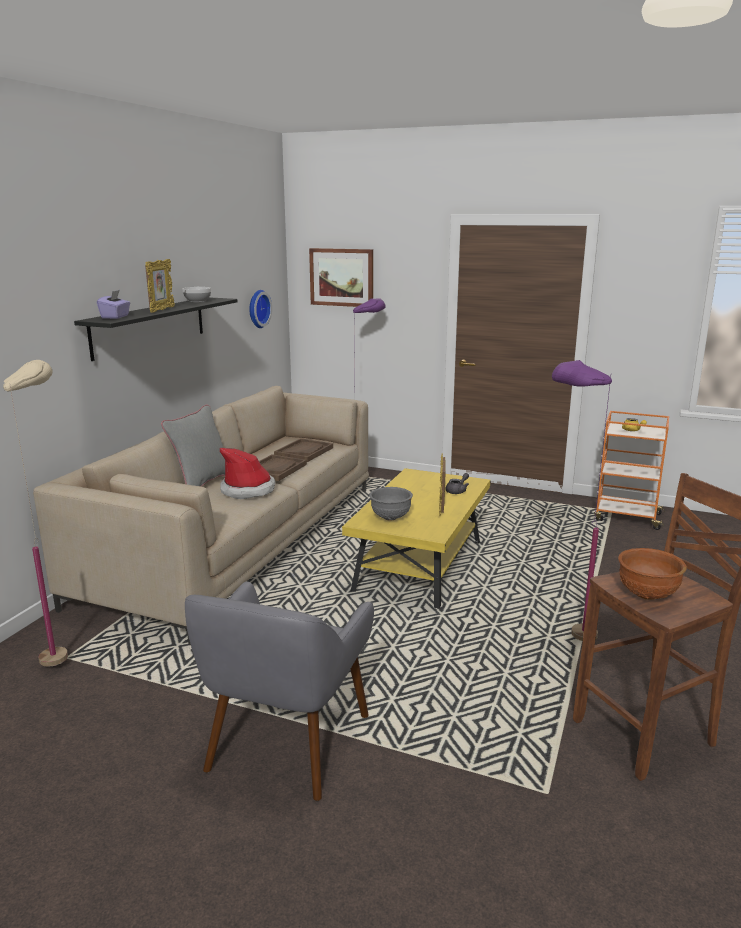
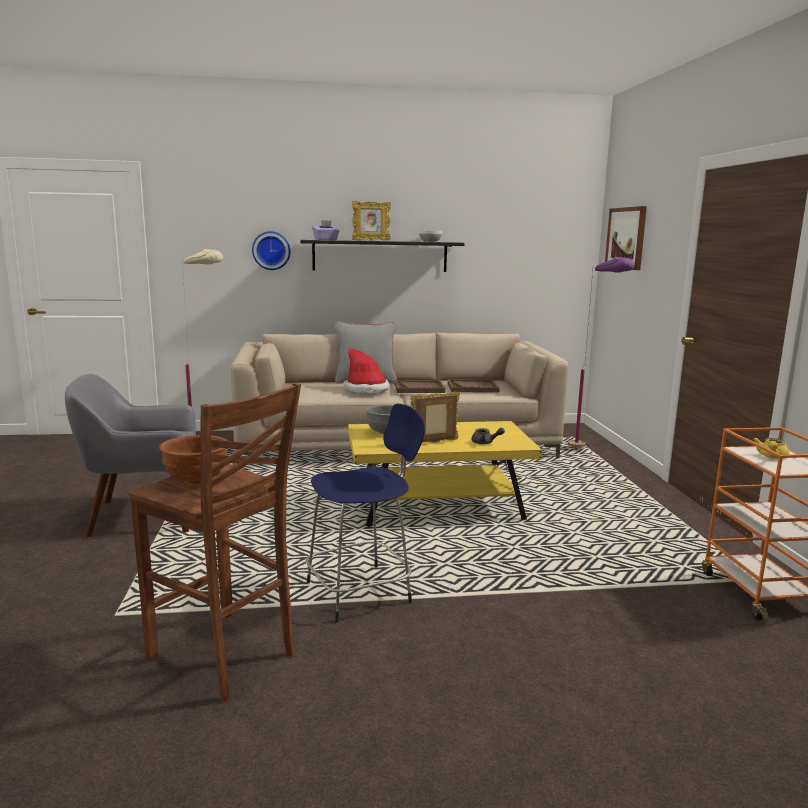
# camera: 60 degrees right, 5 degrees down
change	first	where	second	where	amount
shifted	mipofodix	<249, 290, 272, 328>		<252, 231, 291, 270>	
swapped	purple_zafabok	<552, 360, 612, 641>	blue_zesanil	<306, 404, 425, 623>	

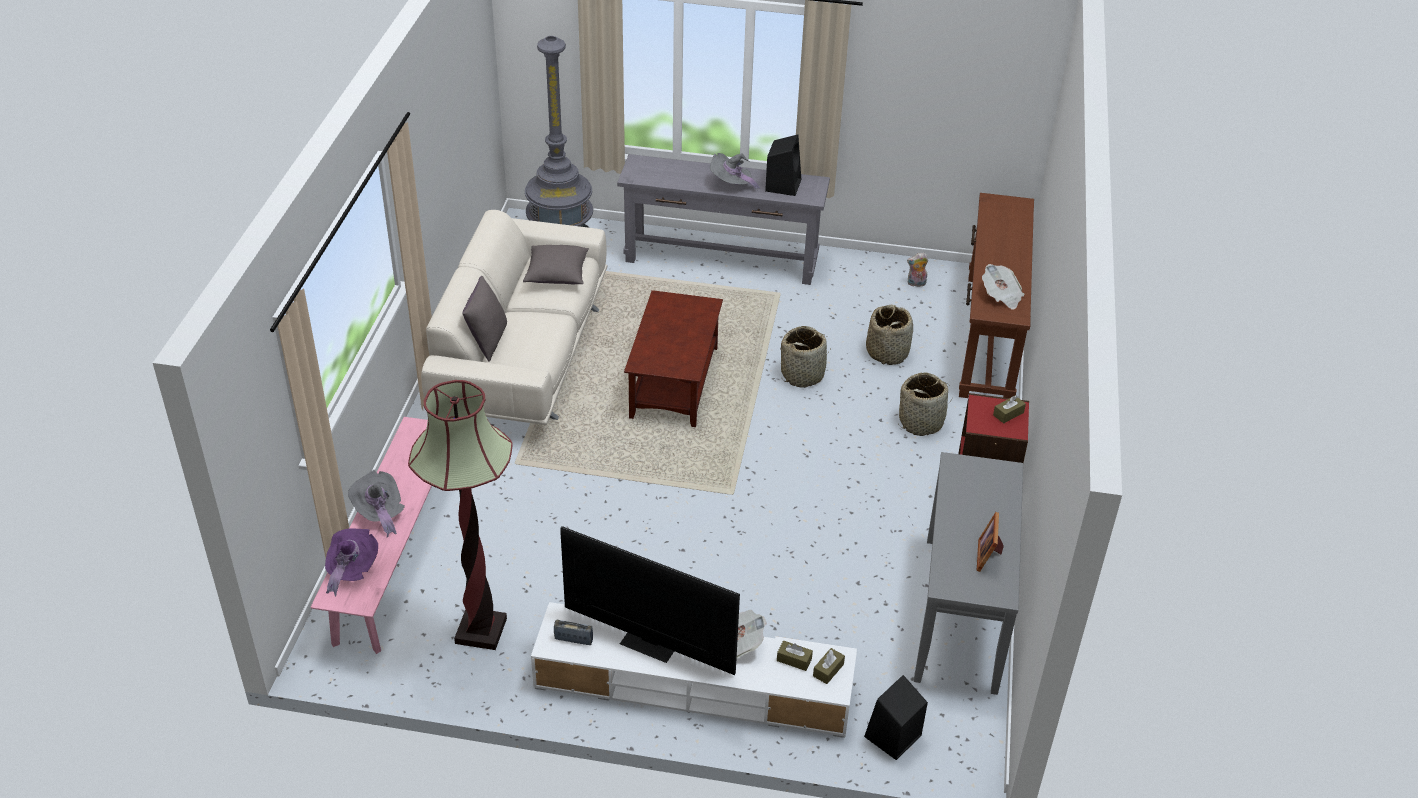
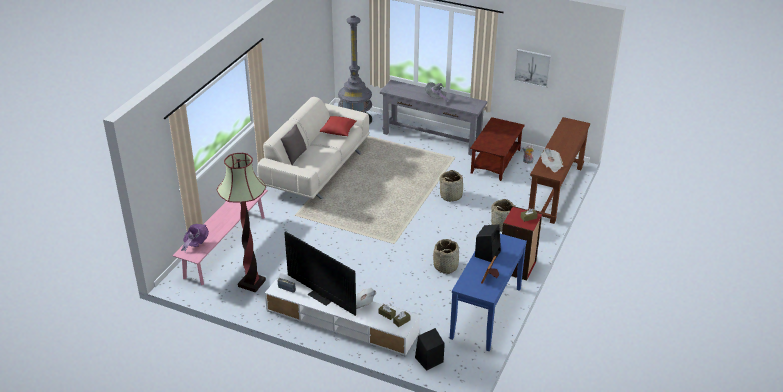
# camera: 15 degrees right, 5 degrees down
change	first	where	second	where	amount
gone	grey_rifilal	<348, 470, 405, 537>			
new			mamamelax	<514, 49, 551, 88>	
shifted	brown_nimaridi	<624, 290, 723, 427>		<470, 117, 525, 181>	
shifted	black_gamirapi	<765, 135, 801, 196>		<475, 224, 501, 262>	
shifted	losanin	<866, 305, 913, 365>		<433, 239, 459, 274>	
repainted	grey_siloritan	<523, 245, 589, 284>	red_siloritan	<319, 116, 357, 136>	
repainted	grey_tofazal	<914, 452, 1023, 695>	blue_tofazal	<450, 234, 527, 351>	

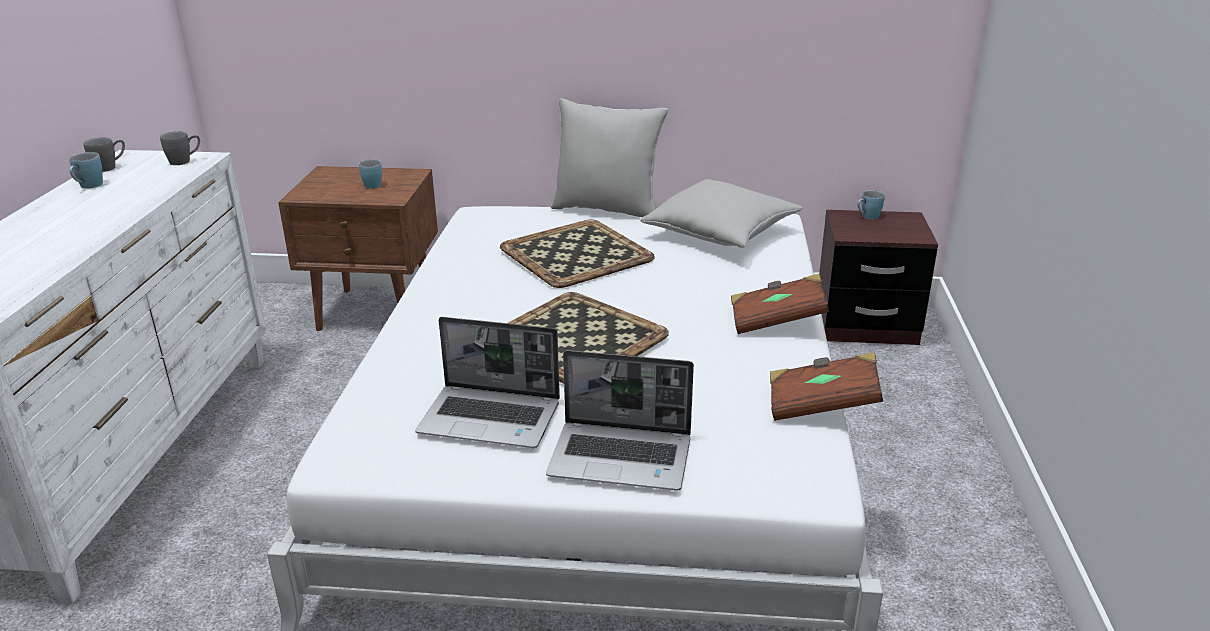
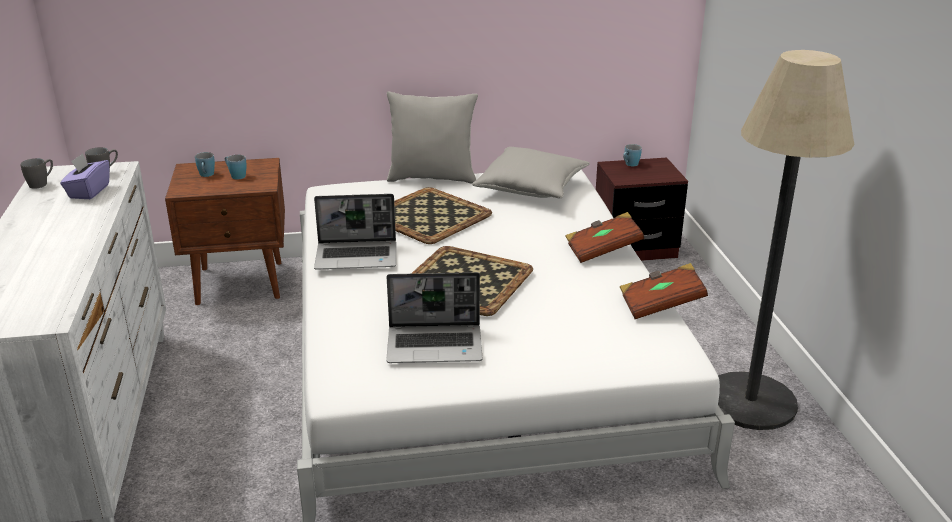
# camera: 15 degrees left, 0 degrees up
change	first	where	second	where	amount
new			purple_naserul	<60, 153, 110, 199>	
new			zafabok	<718, 50, 854, 430>	
shifted	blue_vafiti	<69, 152, 103, 188>		<195, 152, 215, 177>	
shifted	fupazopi	<546, 350, 694, 491>		<314, 194, 396, 270>	

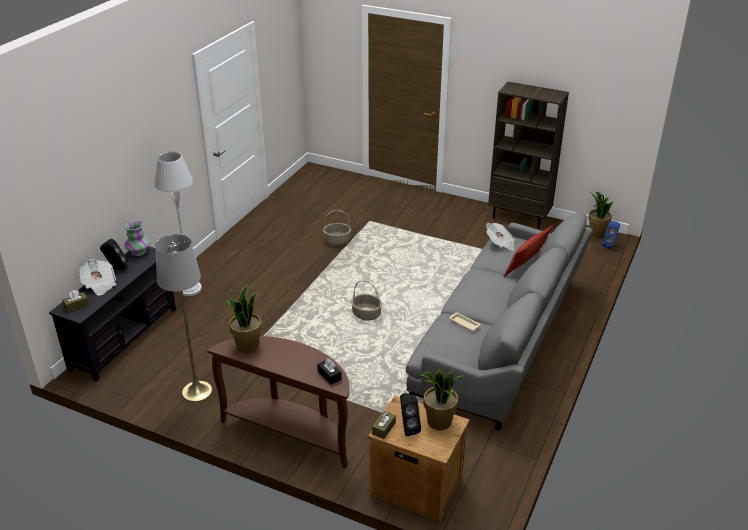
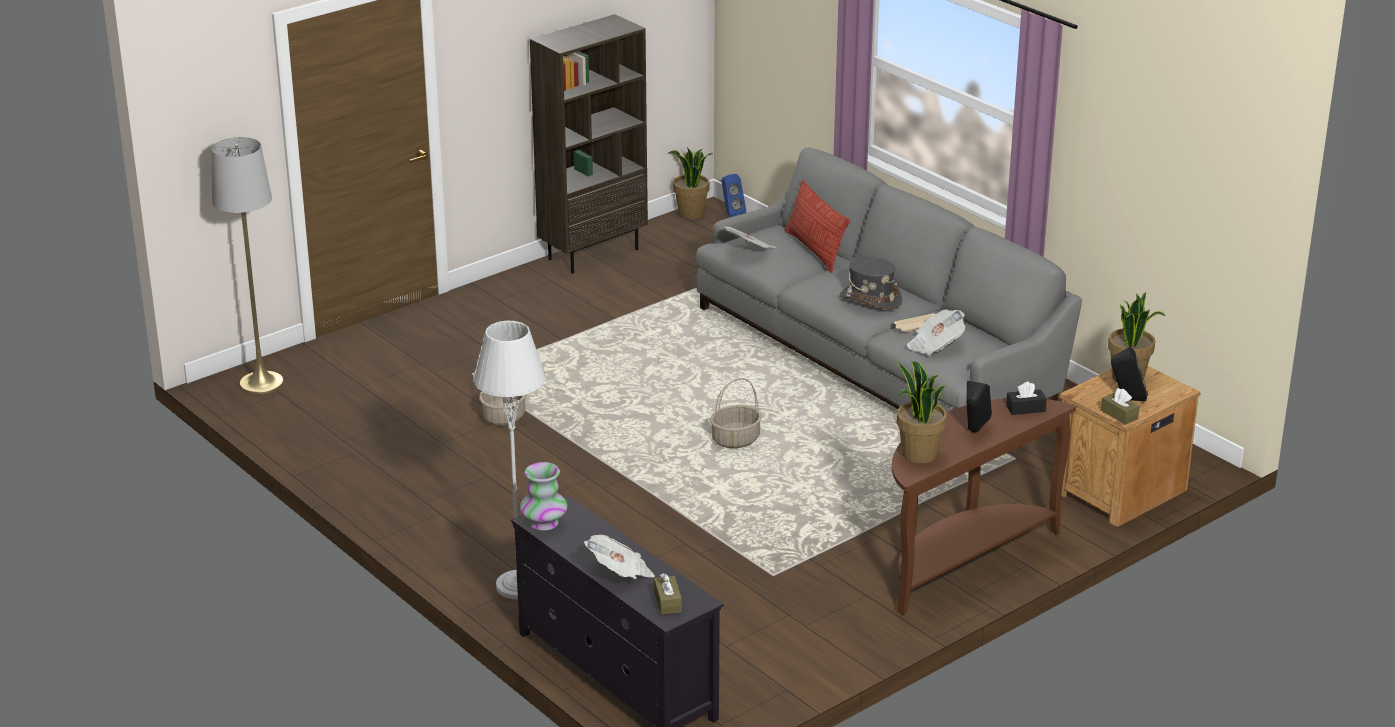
# camera: 65 degrees left, 5 degrees down
change	first	where	second	where	amount
new			grey_rifilal	<840, 256, 902, 309>	
new			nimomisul	<907, 309, 966, 356>	
shifted	black_gamirapi	<100, 239, 128, 269>		<967, 381, 992, 432>	
shifted	grey_zafabok	<155, 234, 213, 403>		<212, 137, 284, 394>	

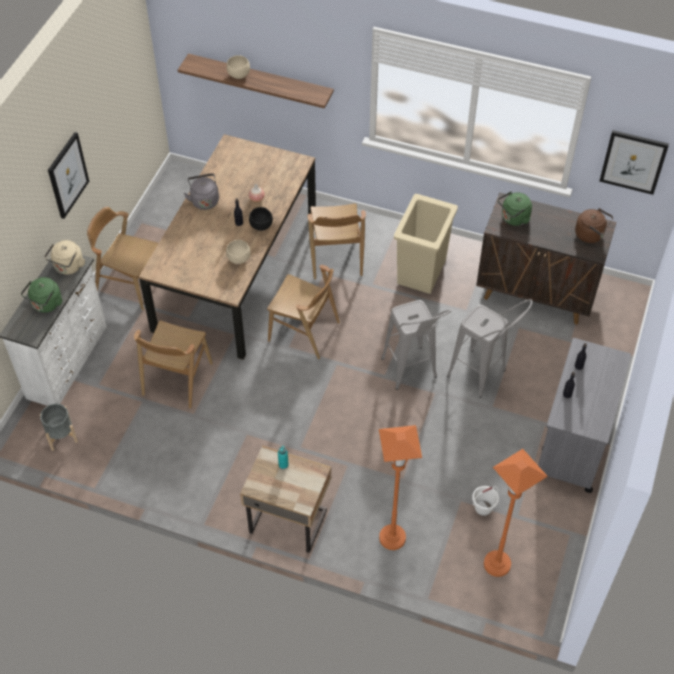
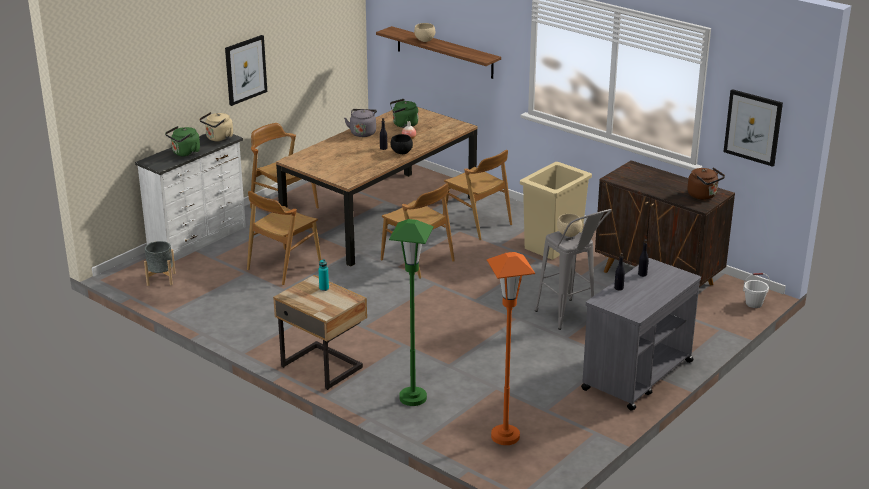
# camera: 20 degrees right, 25 degrees down
change	first	where	second	where	amount
gone	grey_zesanil	<381, 300, 451, 390>			
shifted	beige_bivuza	<226, 240, 251, 264>		<557, 214, 582, 237>	
shifted	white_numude	<472, 486, 499, 516>		<743, 273, 770, 308>	
shifted	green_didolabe	<498, 191, 532, 226>		<390, 99, 419, 128>	
repainted	orange_zafabok	<379, 425, 422, 550>	green_zafabok	<389, 219, 434, 406>	
rotated	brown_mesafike	<308, 203, 366, 279>		<443, 150, 512, 240>	60 degrees counterclockwise

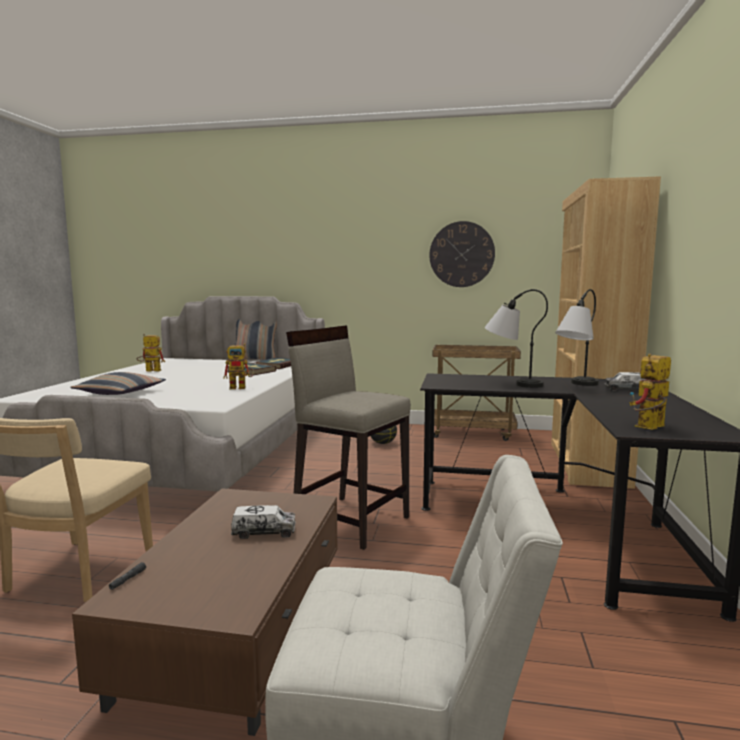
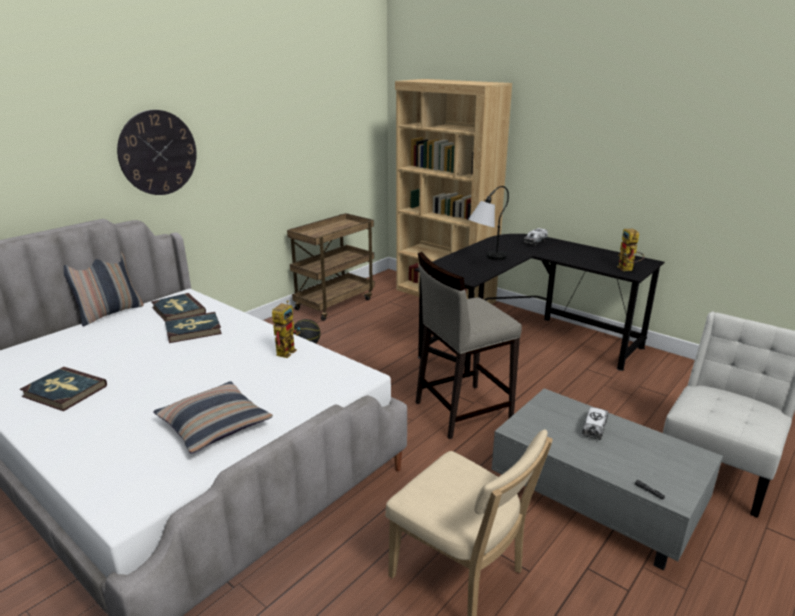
# camera: 60 degrees left, 15 degrees up
change	first	where	second	where	amount
gone	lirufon	<555, 289, 599, 386>			
shifted	mipofodix	<429, 221, 495, 287>		<117, 110, 197, 195>	
swapped	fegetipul	<137, 334, 165, 372>	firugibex	<20, 367, 107, 411>	
repainted	brown_nimaridi	<72, 488, 337, 736>	grey_nimaridi	<492, 388, 723, 570>	

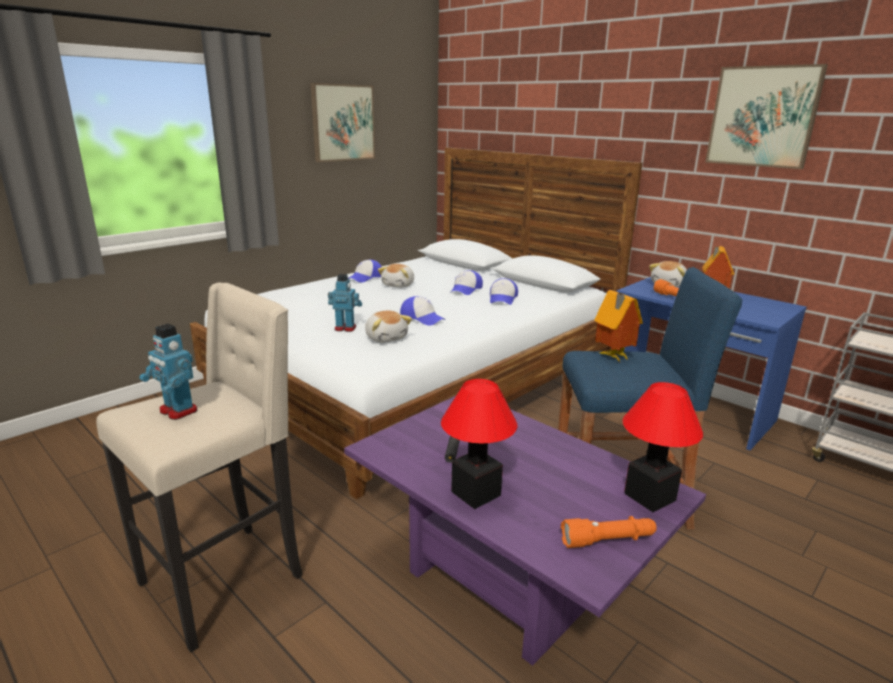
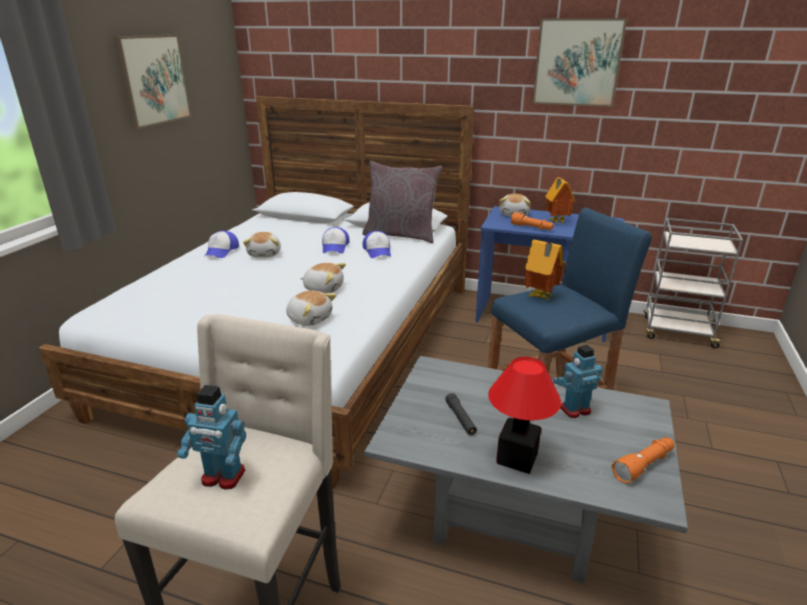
# camera: 25 degrees left, 5 degrees up
change	first	where	second	where	amount
gone	lirufon	<622, 382, 703, 512>			
new			grey_siloritan	<362, 161, 442, 243>	
shifted	fegetipul	<328, 274, 362, 332>		<553, 344, 602, 418>	
swapped	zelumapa	<400, 296, 445, 326>	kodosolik	<300, 263, 346, 294>	
repainted	purple_nimaridi	<344, 396, 706, 666>	grey_nimaridi	<364, 356, 688, 584>	

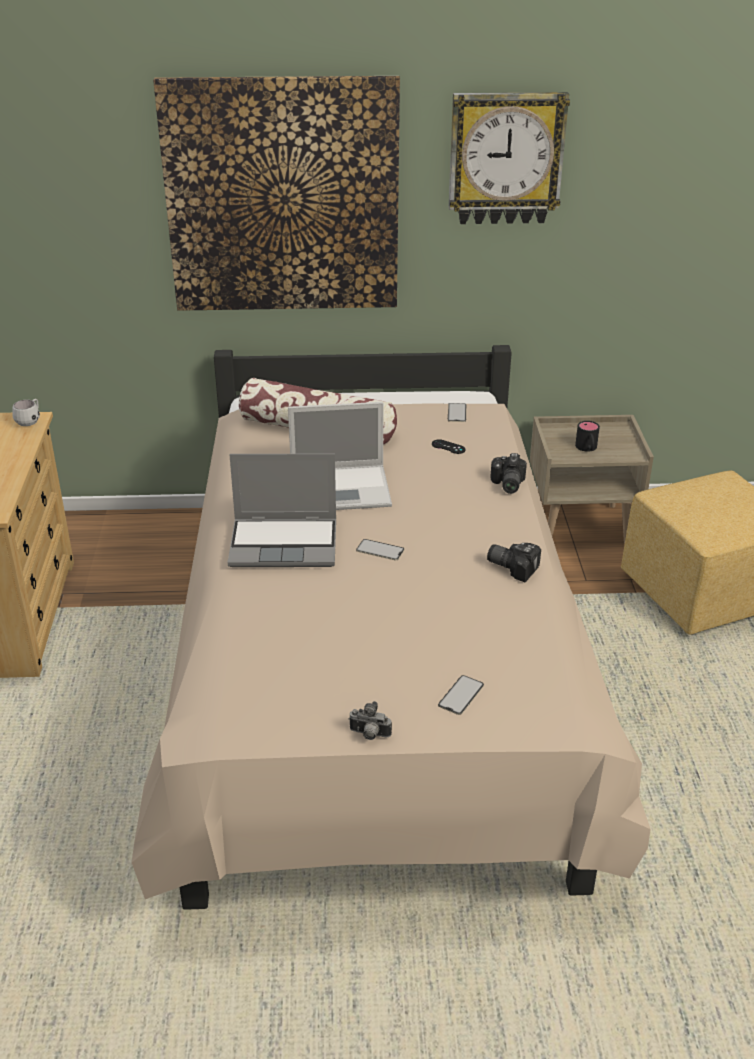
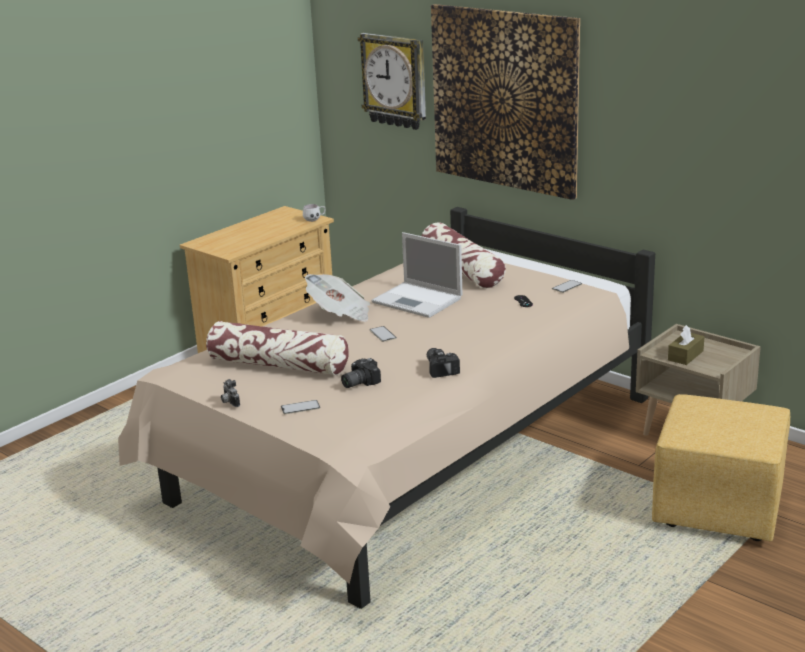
# camera: 45 degrees right, 10 degrees down
change	first	where	second	where	amount
new			siloritan	<206, 321, 349, 375>	
shifted	mipofodix	<449, 92, 570, 224>		<358, 33, 426, 130>	
shifted	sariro	<490, 453, 527, 494>		<341, 358, 381, 388>	
swapped	fupazopi	<228, 454, 336, 567>	nimomisul	<305, 274, 370, 322>	
swapped	black_vafiti	<575, 421, 600, 452>	brown_naserul	<668, 325, 704, 365>	

